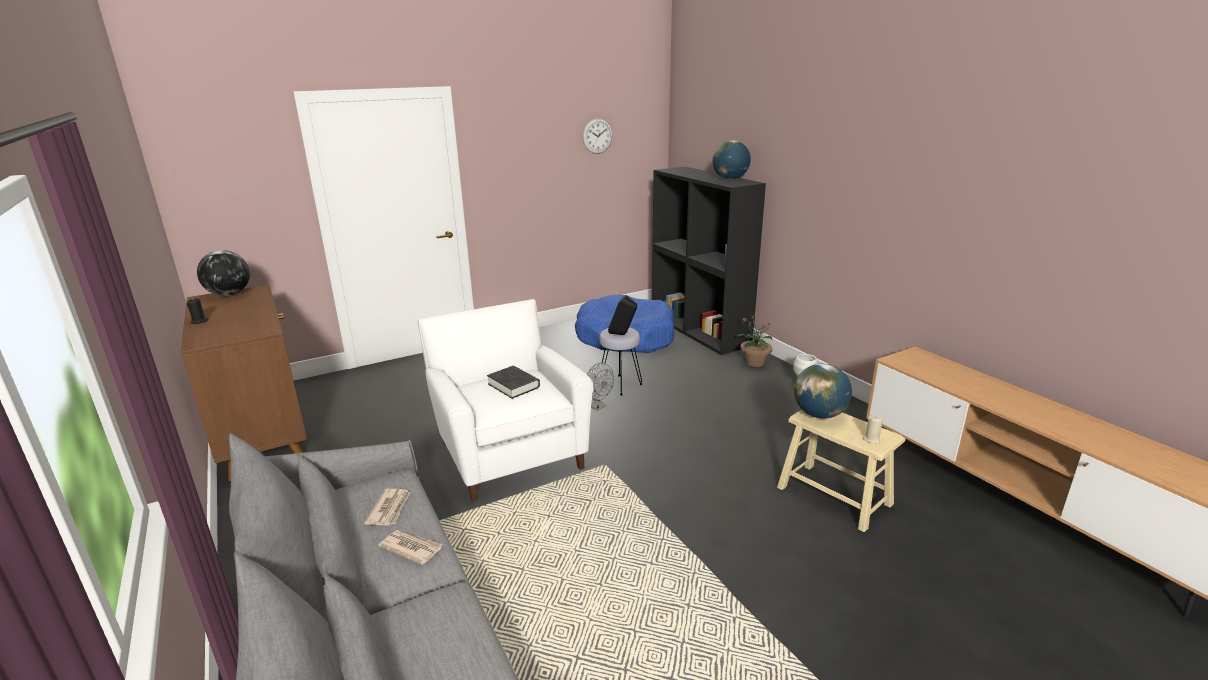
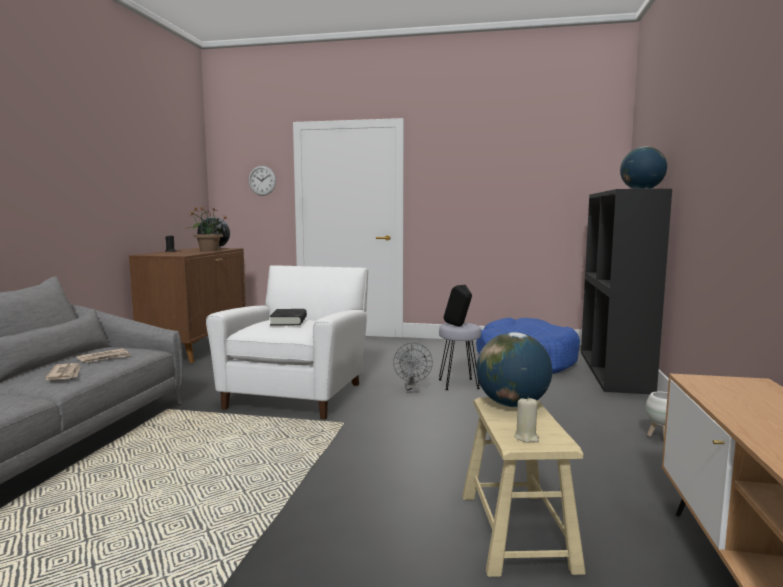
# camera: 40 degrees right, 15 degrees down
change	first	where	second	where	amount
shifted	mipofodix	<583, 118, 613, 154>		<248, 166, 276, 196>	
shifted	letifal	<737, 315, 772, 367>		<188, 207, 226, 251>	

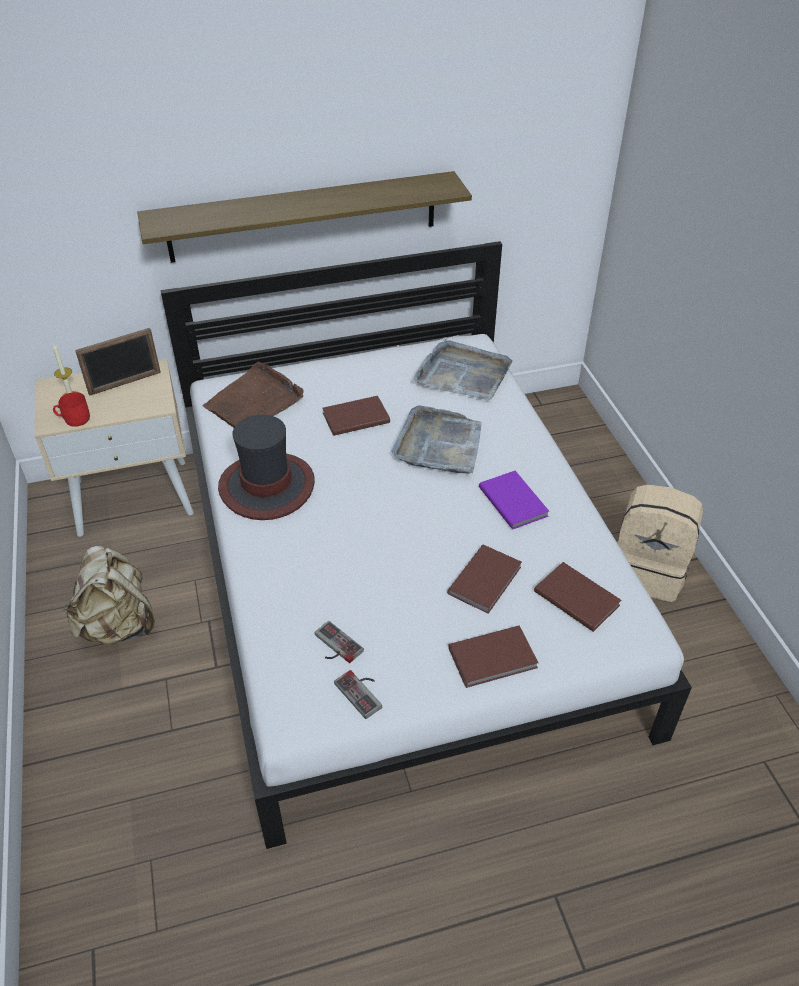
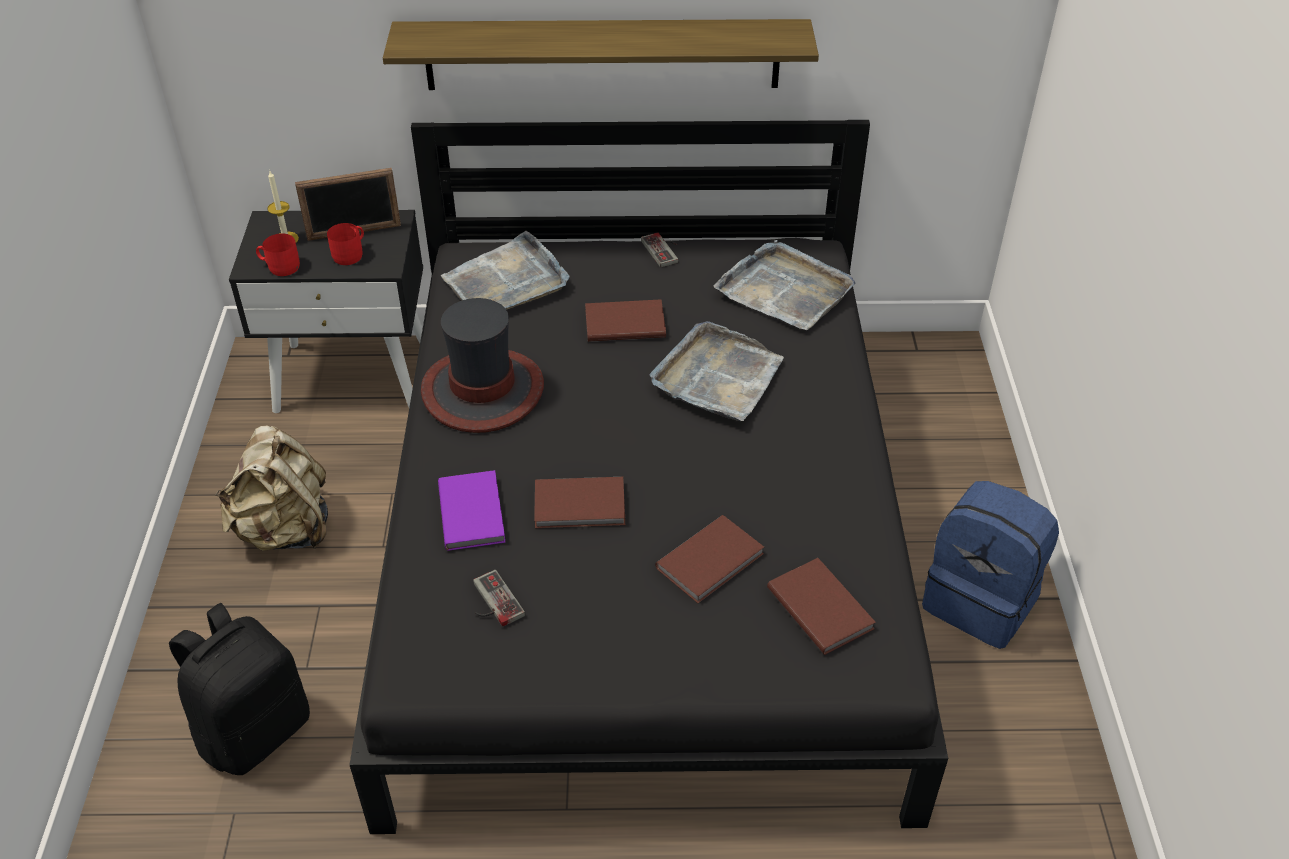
# camera: 15 degrees right, 0 degrees up
change	first	where	second	where	amount
new			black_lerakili	<169, 603, 310, 775>	
new			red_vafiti	<327, 223, 364, 265>	
shifted	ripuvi	<334, 670, 382, 719>		<641, 233, 678, 267>	
shifted	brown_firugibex	<449, 626, 539, 688>		<534, 477, 625, 528>	
shifted	purple_firugibex	<479, 471, 549, 530>		<438, 470, 506, 551>	
repainted	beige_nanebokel	<34, 359, 194, 537>	black_nanebokel	<229, 210, 423, 413>	
repainted	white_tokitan	<161, 241, 692, 849>	black_tokitan	<349, 120, 948, 834>	
repainted	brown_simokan	<202, 361, 304, 427>	grey_simokan	<441, 231, 569, 310>	
repainted	beige_lerakili	<617, 484, 703, 602>	blue_lerakili	<922, 481, 1059, 649>	

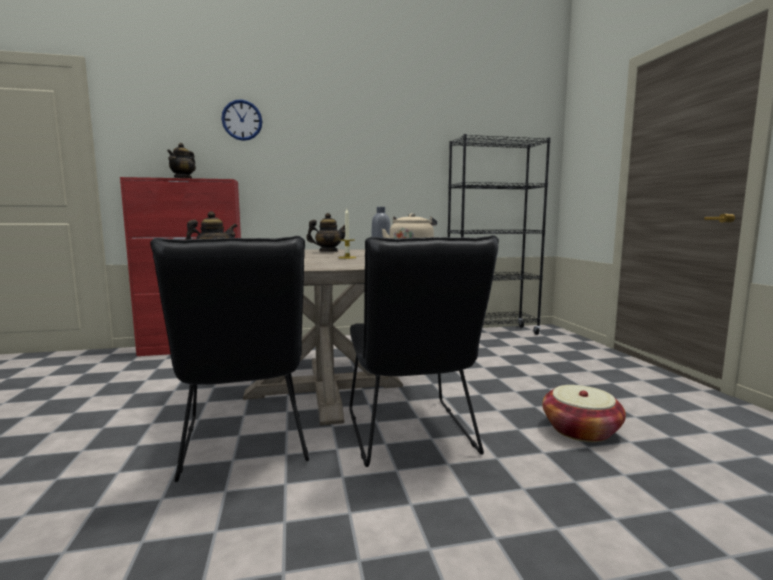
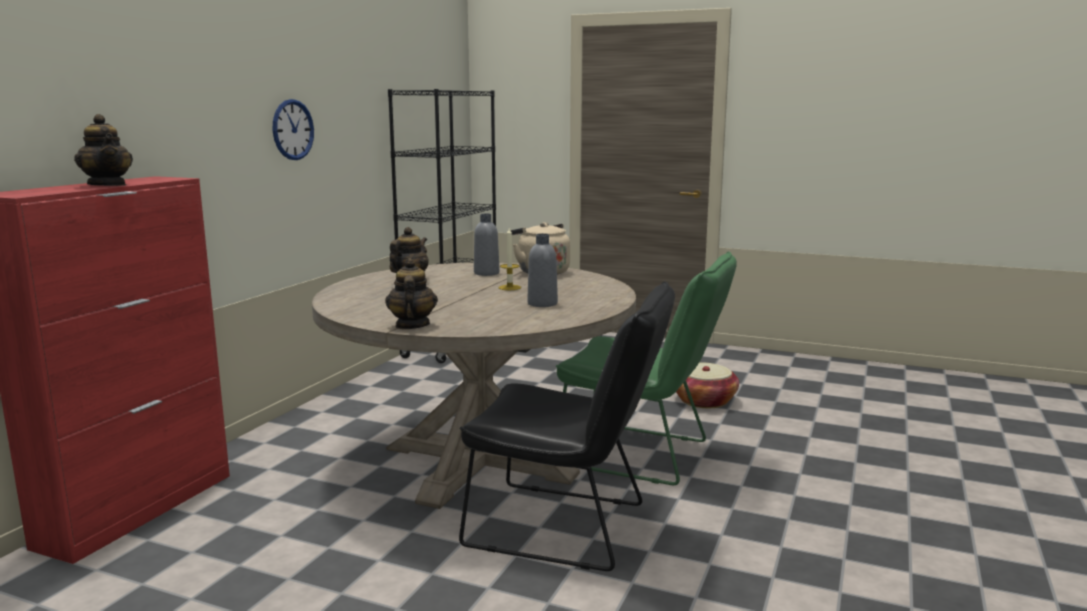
# camera: 55 degrees left, 5 degrees up
change	first	where	second	where	amount
new			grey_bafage	<527, 234, 558, 307>	
shifted	mipofodix	<221, 99, 262, 141>		<273, 99, 314, 160>	
repainted	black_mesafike	<349, 235, 499, 467>	green_mesafike	<556, 252, 737, 485>	

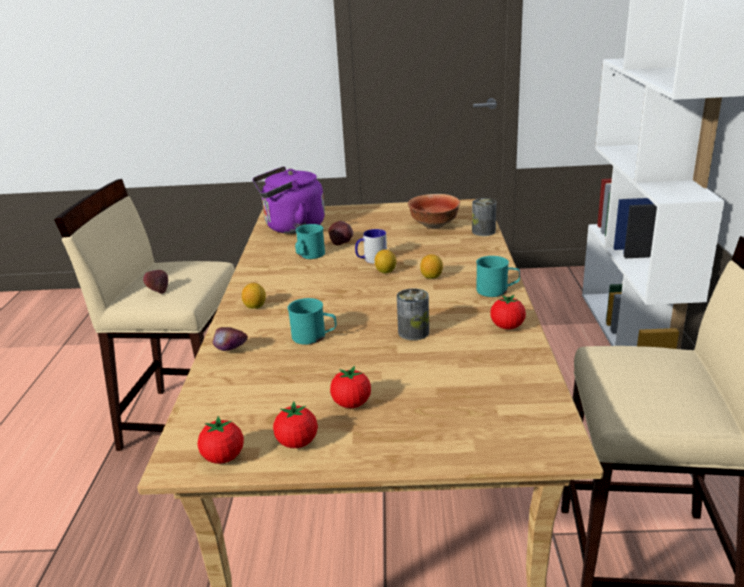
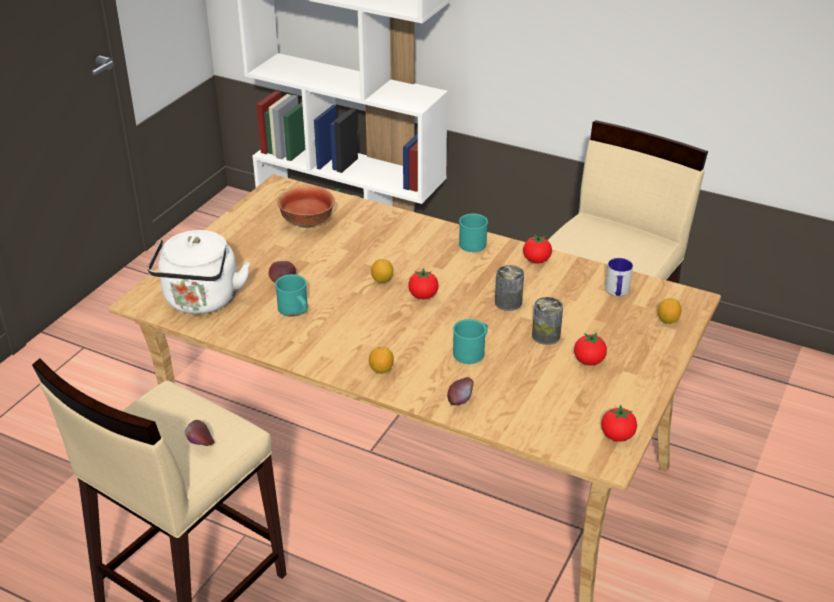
# camera: 65 degrees left, 10 degrees up
change	first	where	second	where	amount
shifted	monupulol	<273, 401, 318, 448>		<408, 268, 439, 299>	
shifted	vafiti	<355, 229, 387, 264>		<605, 258, 633, 296>	
shifted	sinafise	<420, 254, 443, 279>		<658, 298, 681, 324>	
shifted	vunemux	<472, 198, 496, 236>		<532, 297, 563, 345>	
repainted	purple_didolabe	<252, 166, 325, 234>	white_didolabe	<147, 230, 250, 314>	

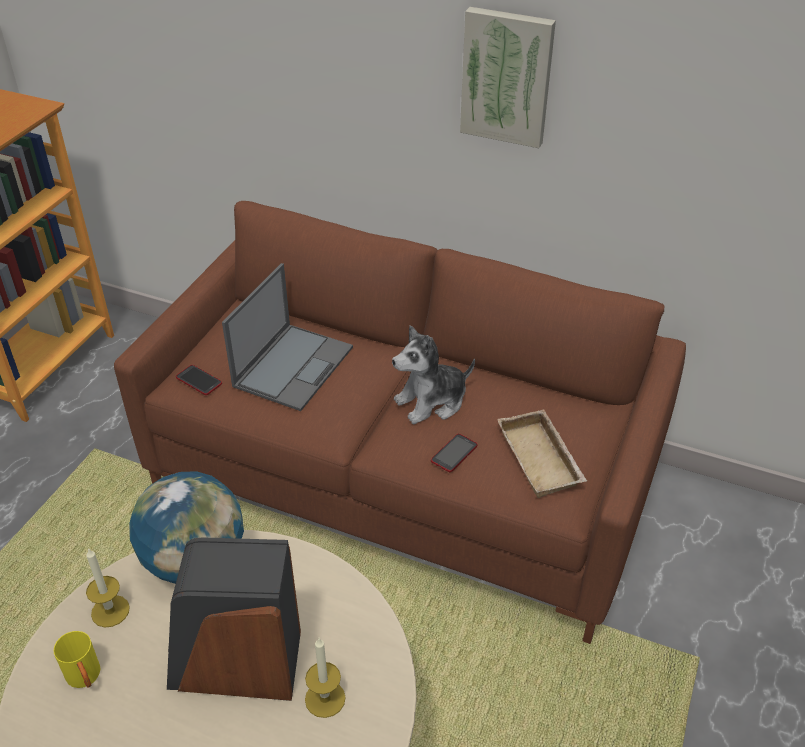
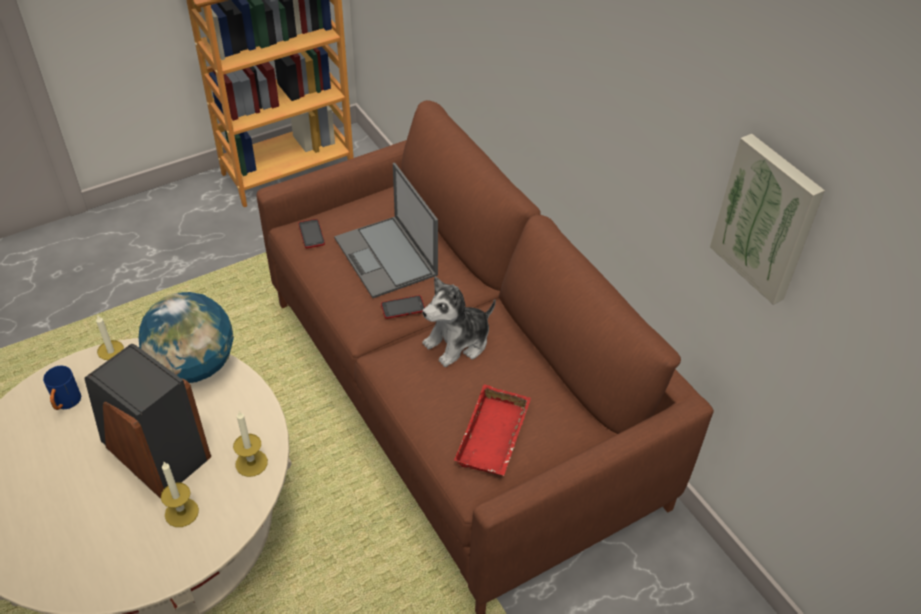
# camera: 35 degrees right, 5 degrees up
change	first	where	second	where	amount
new			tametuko	<233, 411, 268, 477>	
shifted	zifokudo	<431, 434, 477, 472>		<381, 295, 425, 319>	
shifted	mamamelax	<460, 7, 556, 148>		<710, 134, 825, 305>	
repainted	yellow_vafiti	<54, 631, 100, 688>	blue_vafiti	<43, 366, 81, 410>	
repainted	beige_simokan	<497, 409, 587, 498>	red_simokan	<454, 384, 531, 476>	
rotated	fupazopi	<222, 263, 353, 411>		<334, 163, 438, 298>	90 degrees clockwise
rotated	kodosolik	<392, 326, 475, 424>		<422, 277, 496, 367>	45 degrees counterclockwise

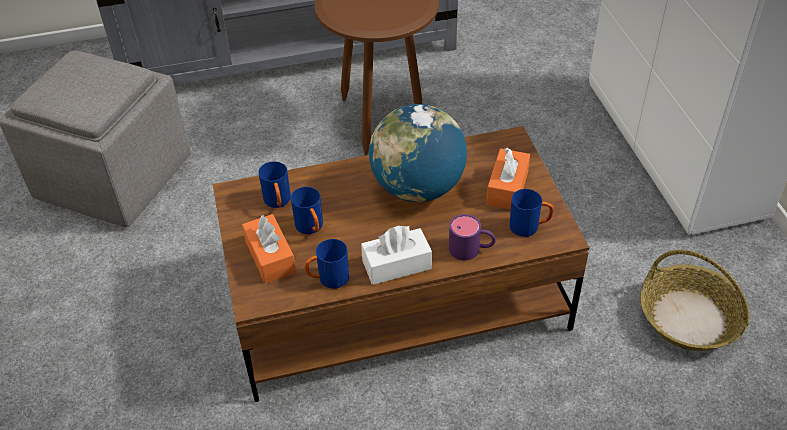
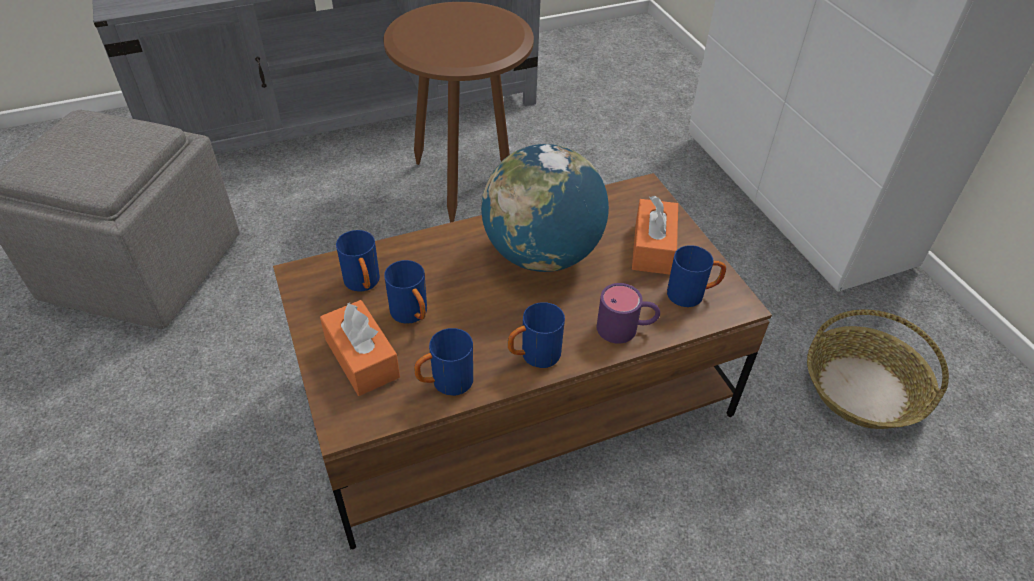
# camera: 10 degrees left, 0 degrees up
change	first	where	second	where	amount
swapped	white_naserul	<361, 226, 432, 285>	blue_vafiti	<508, 302, 565, 368>	

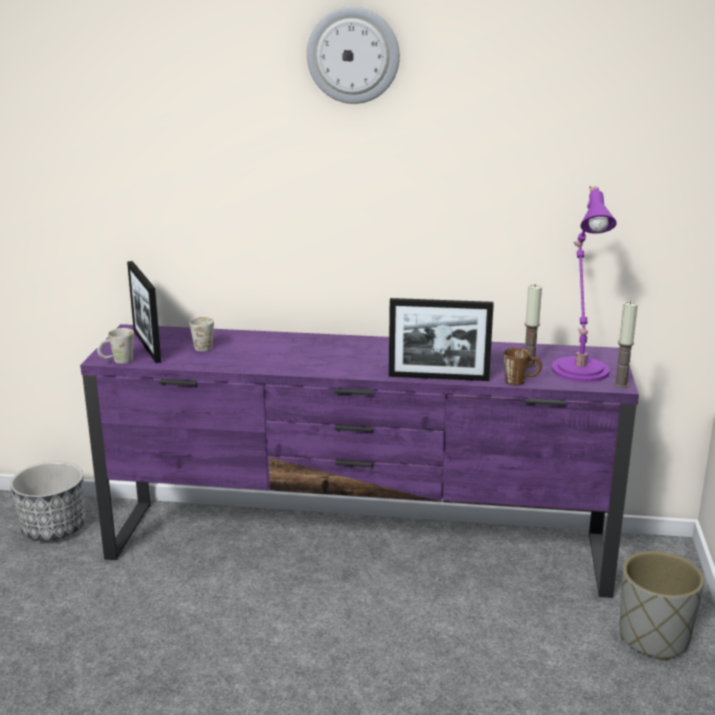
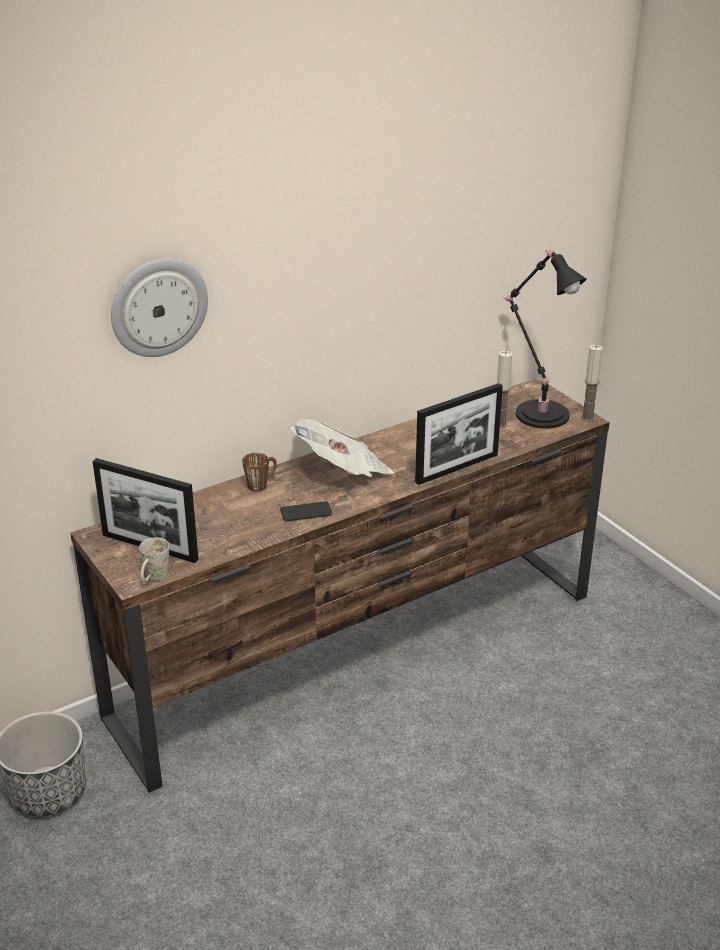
# camera: 40 degrees left, 10 degrees up
change	first	where	second	where	amount
gone	white_vafiti	<189, 317, 214, 351>			
gone	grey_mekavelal	<620, 551, 704, 660>			
new			zifokudo	<280, 501, 332, 521>	
new			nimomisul	<290, 418, 394, 477>	
shifted	mipofodix	<307, 6, 400, 104>		<111, 259, 208, 357>	
shifted	brown_vafiti	<504, 348, 542, 385>		<242, 453, 277, 491>	
repainted	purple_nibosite	<80, 324, 639, 598>	brown_nibosite	<70, 378, 610, 793>	
repainted	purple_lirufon	<552, 186, 617, 382>	black_lirufon	<503, 250, 587, 429>	

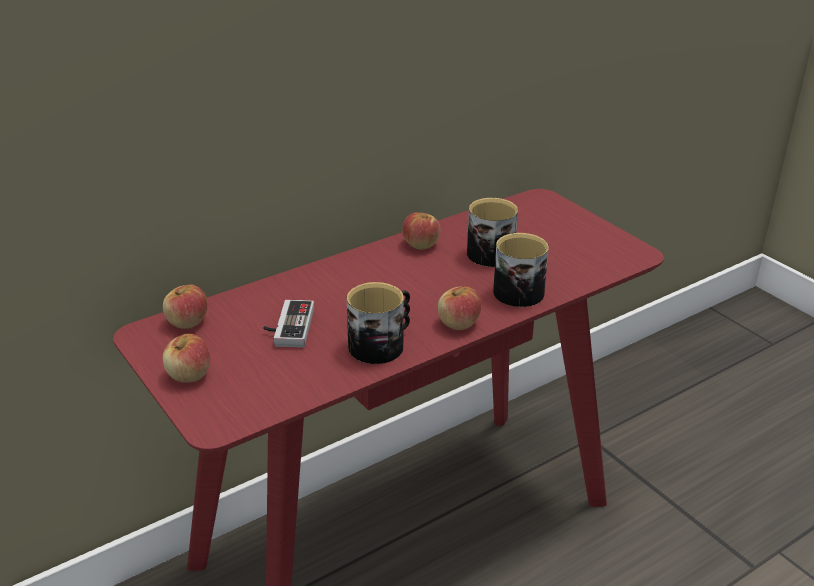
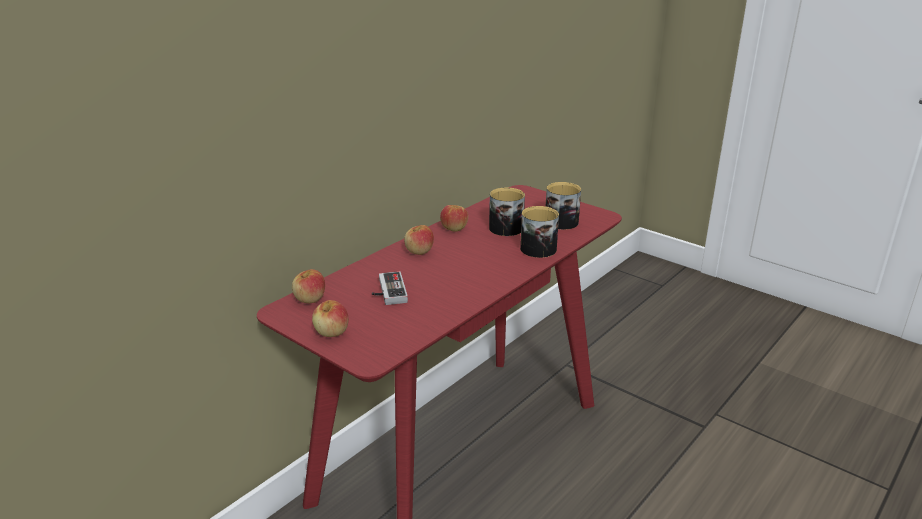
# camera: 15 degrees left, 5 degrees down
change	first	where	second	where	amount
shifted	vafiti	<347, 282, 410, 364>		<546, 182, 581, 230>	
shifted	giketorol	<438, 286, 481, 330>		<404, 225, 434, 255>	

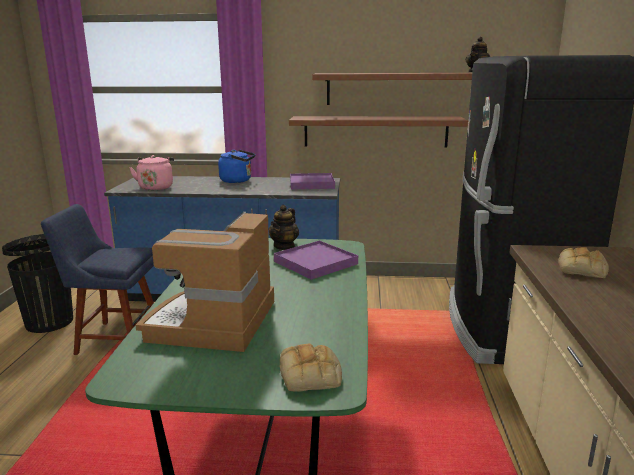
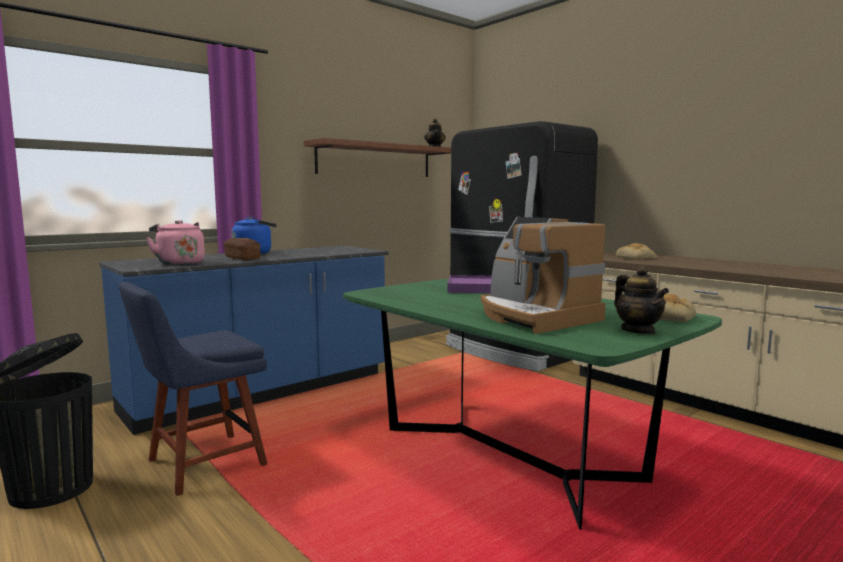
# camera: 45 degrees left, 10 degrees down
change	first	where	second	where	amount
gone	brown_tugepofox	<289, 116, 468, 147>			
gone	purple_simokan	<290, 173, 335, 190>			
new			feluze	<223, 238, 260, 260>	
shifted	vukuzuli	<269, 205, 299, 250>		<614, 266, 669, 334>	

